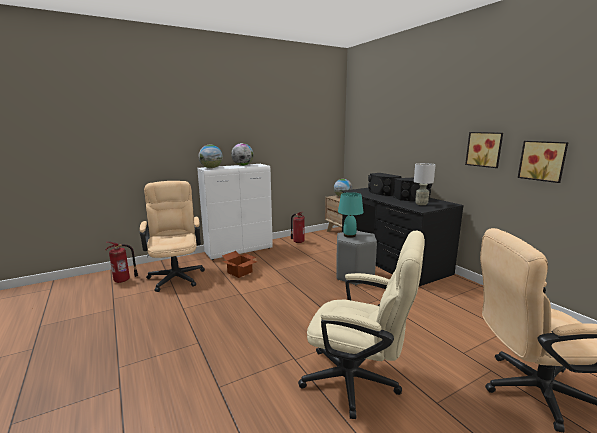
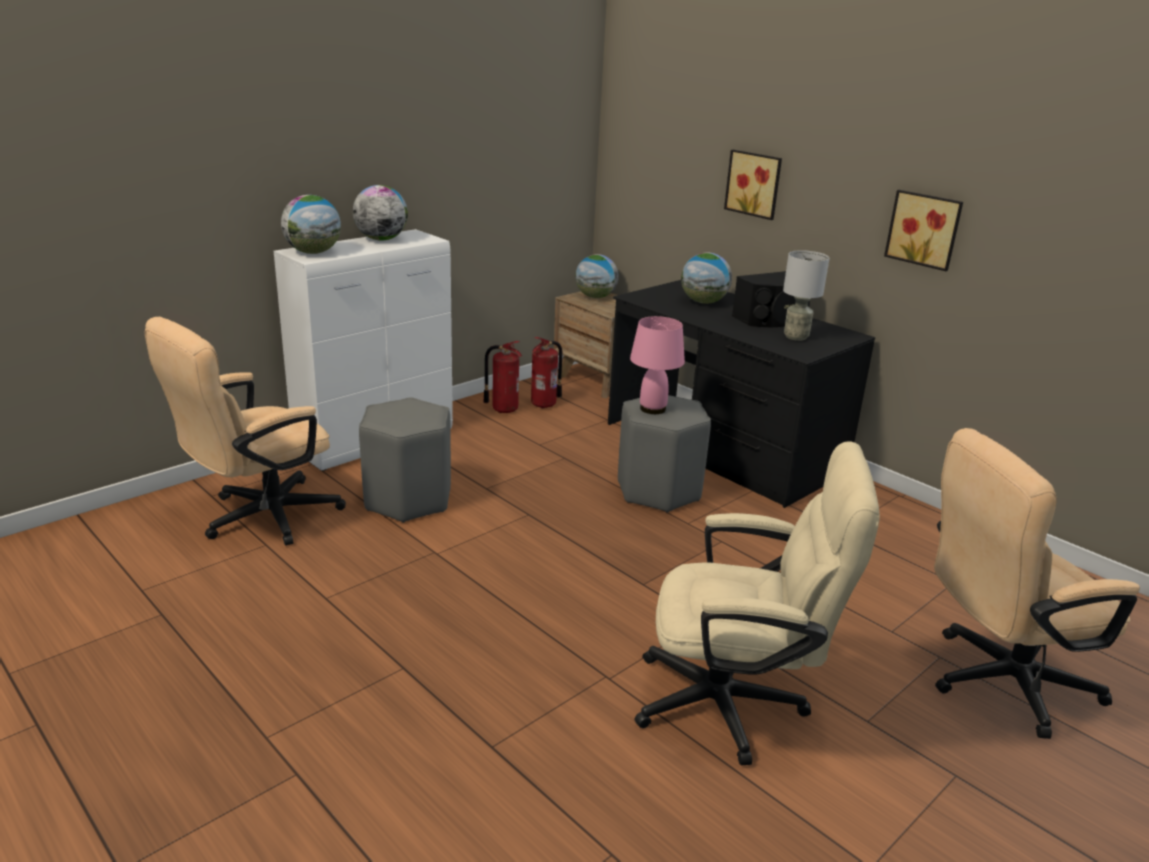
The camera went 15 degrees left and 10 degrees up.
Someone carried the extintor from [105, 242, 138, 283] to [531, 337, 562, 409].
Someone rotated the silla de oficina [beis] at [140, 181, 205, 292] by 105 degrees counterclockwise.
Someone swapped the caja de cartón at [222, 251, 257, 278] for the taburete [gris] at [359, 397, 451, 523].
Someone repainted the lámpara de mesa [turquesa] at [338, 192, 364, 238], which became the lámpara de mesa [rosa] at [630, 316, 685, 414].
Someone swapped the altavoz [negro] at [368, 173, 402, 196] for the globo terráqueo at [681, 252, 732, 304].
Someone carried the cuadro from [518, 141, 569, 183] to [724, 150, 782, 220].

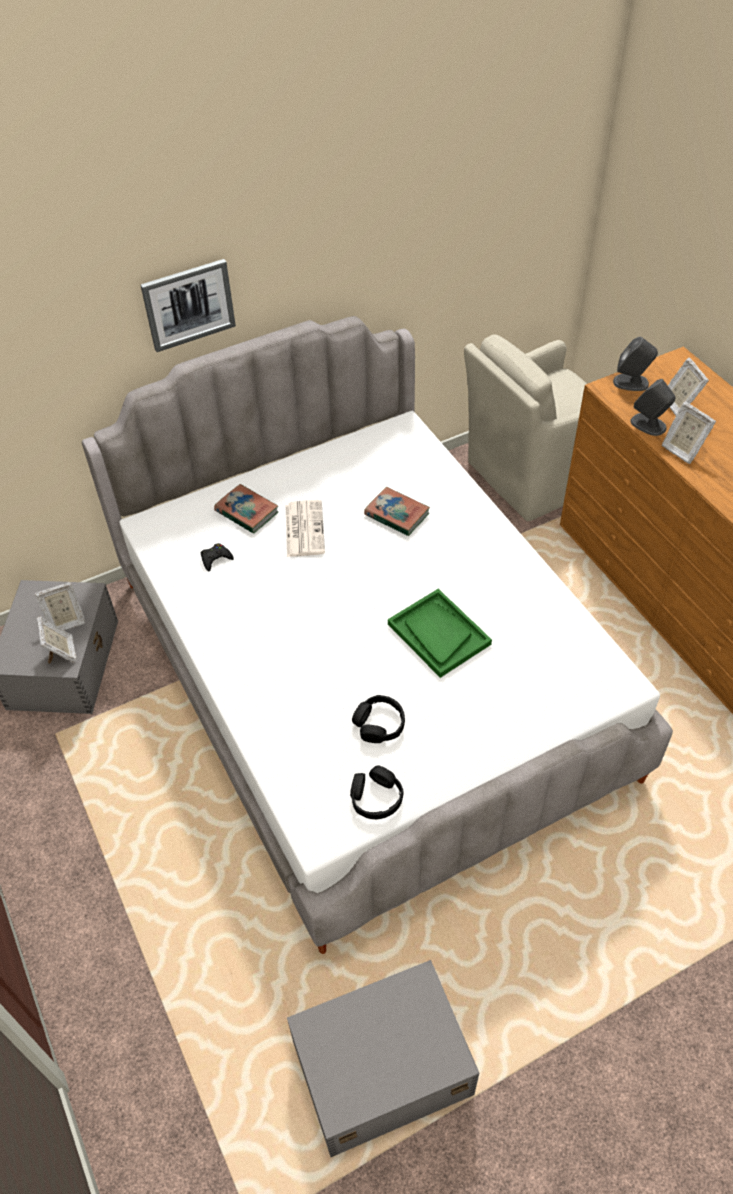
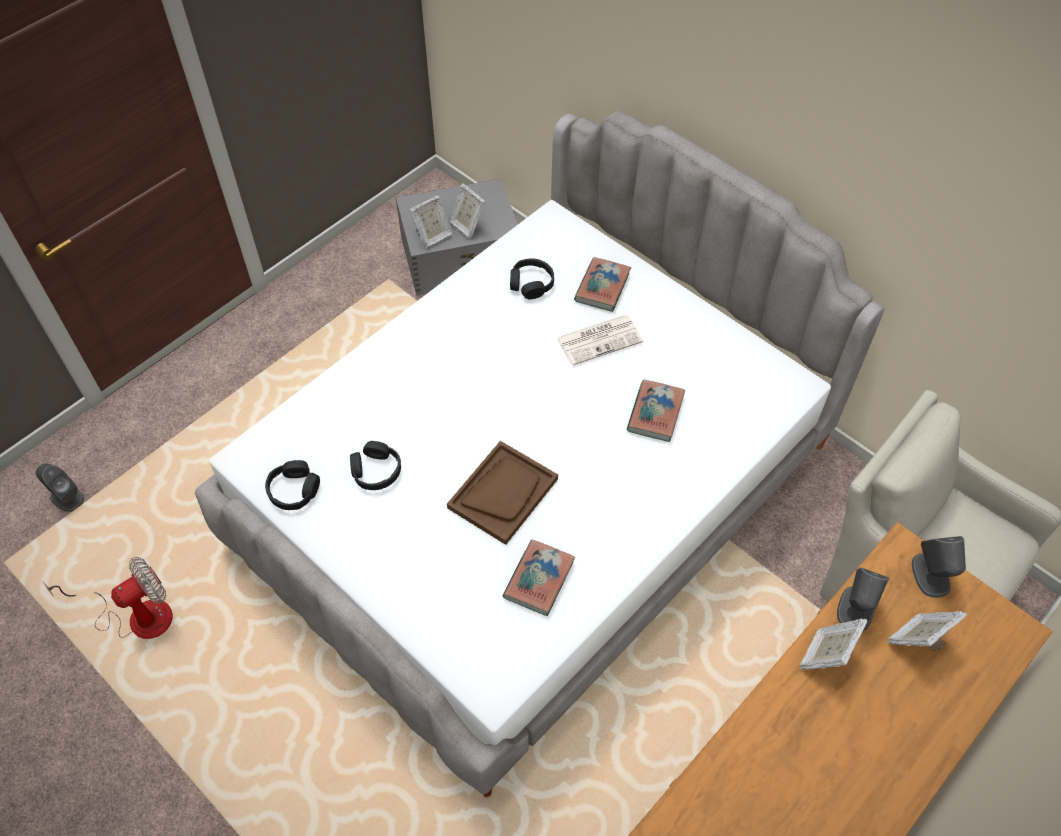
The camera went 70 degrees right and 5 degrees up.
Someone took away the cuadro at [141, 259, 236, 352].
Someone swapped the mando de consola [negro] at [201, 543, 234, 572] for the auriculares [negro] at [510, 258, 554, 300].
Someone swapped the caja de almacenaje [gris] at [287, 960, 479, 1157] for the ventilador at [42, 557, 173, 639].
Someone repainted the bandeja [verde] at [388, 589, 492, 678], which became the bandeja [marrón] at [447, 441, 558, 545].
Someone put down the altavoz [gris] at [36, 463, 84, 512].
Someone put down the libro at [502, 540, 575, 616].

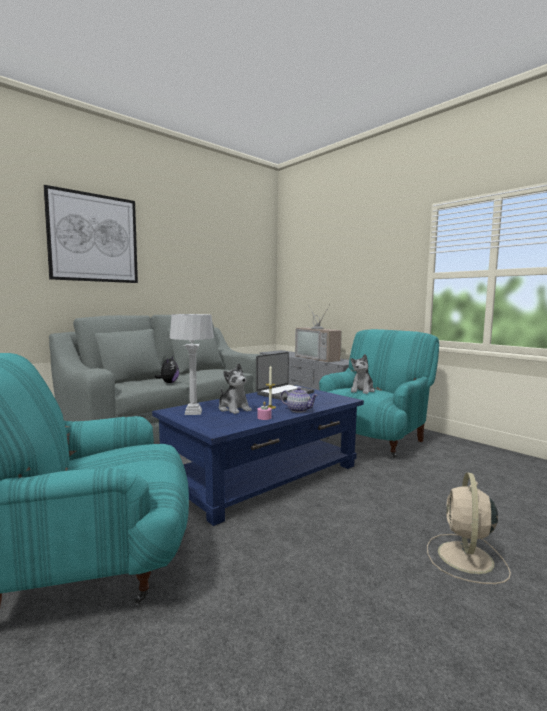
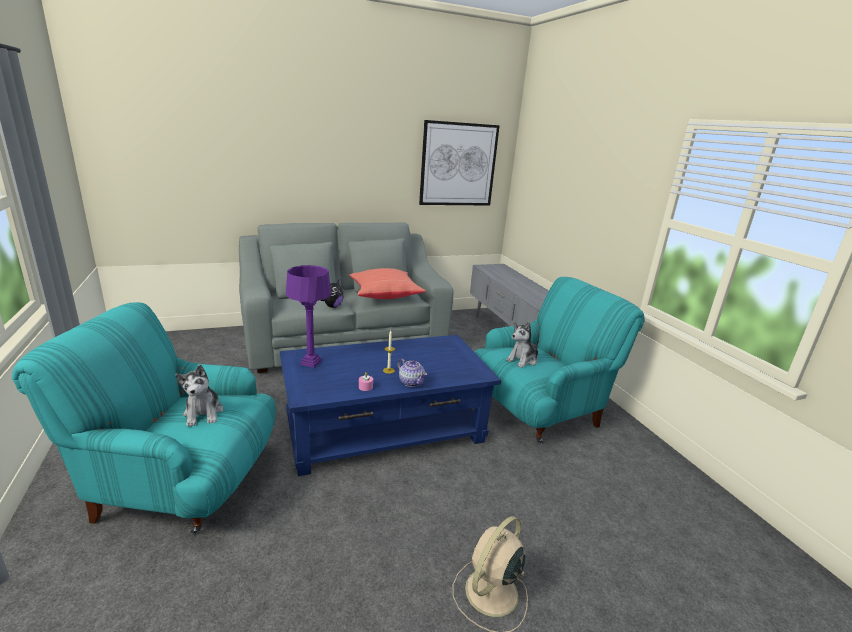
The camera went 20 degrees right and 15 degrees up.
Someone carried the cuadro from [43, 185, 138, 283] to [419, 120, 500, 206].
Someone repainted the lámpara de mesa [gris] at [170, 314, 214, 415], which became the lámpara de mesa [morado] at [286, 265, 331, 368].
Someone carried the peluche from [219, 363, 252, 414] to [175, 365, 223, 427].
Someone took away the portátil at [256, 352, 315, 400].
Someone took away the televisor at [295, 306, 341, 362].
Someone put down the cojín [rojo] at [350, 268, 426, 299].

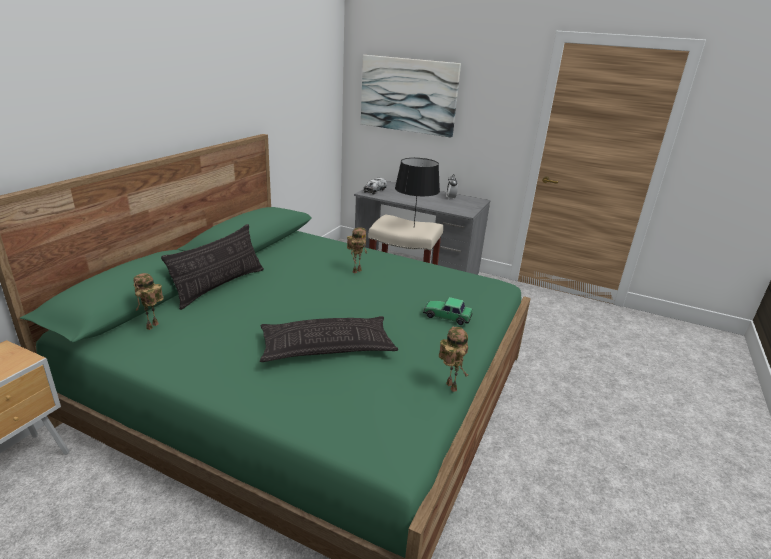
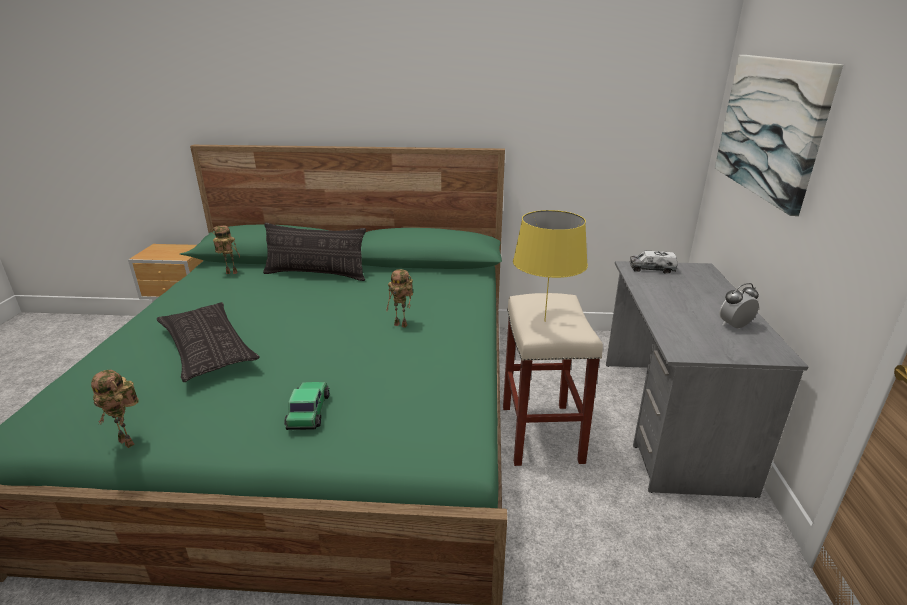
The camera went 70 degrees right and 0 degrees up.
Someone repainted the lámpara de mesa [negro] at [395, 158, 440, 225], which became the lámpara de mesa [amarillo] at [513, 210, 588, 322].
Someone rotated the robot de juguete at [439, 327, 468, 392] by 75 degrees clockwise.

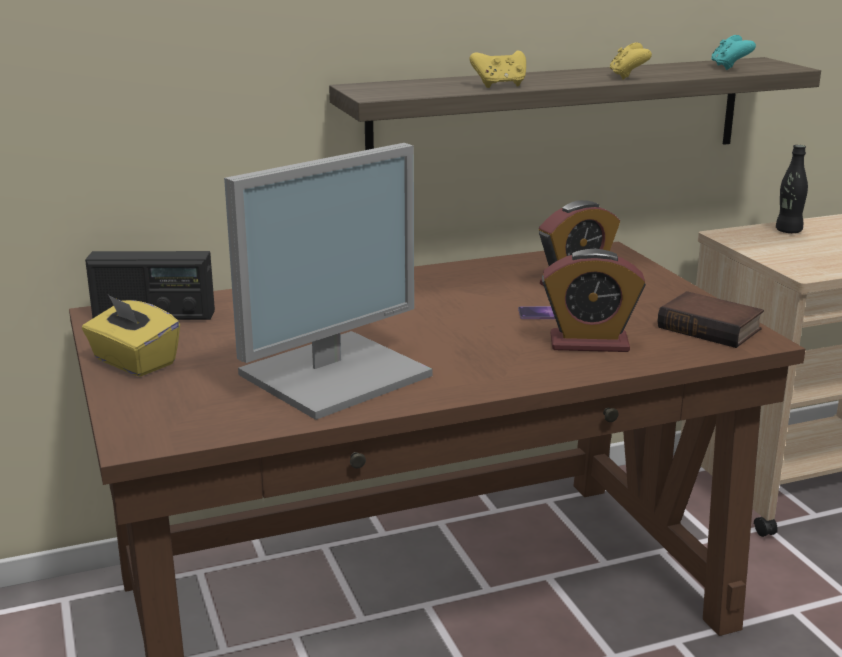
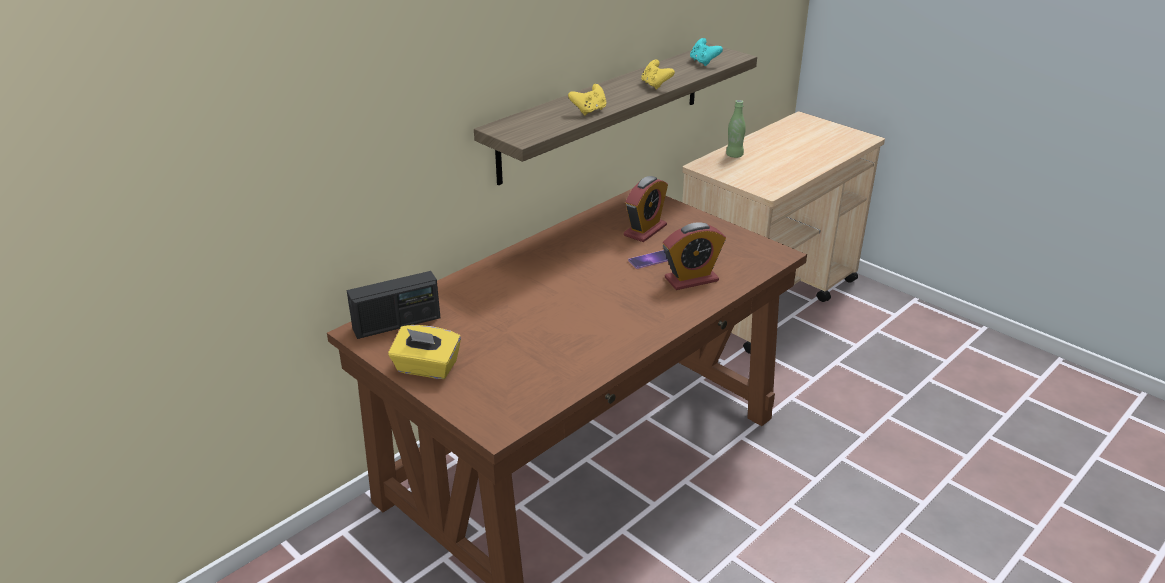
The camera went 25 degrees left and 10 degrees up.
Someone took away the monitor at [224, 143, 432, 420].
Someone took away the libro at [658, 291, 764, 348].
Someone repainted the botella [negro] at [776, 145, 808, 233], which became the botella [verde] at [726, 100, 746, 158].

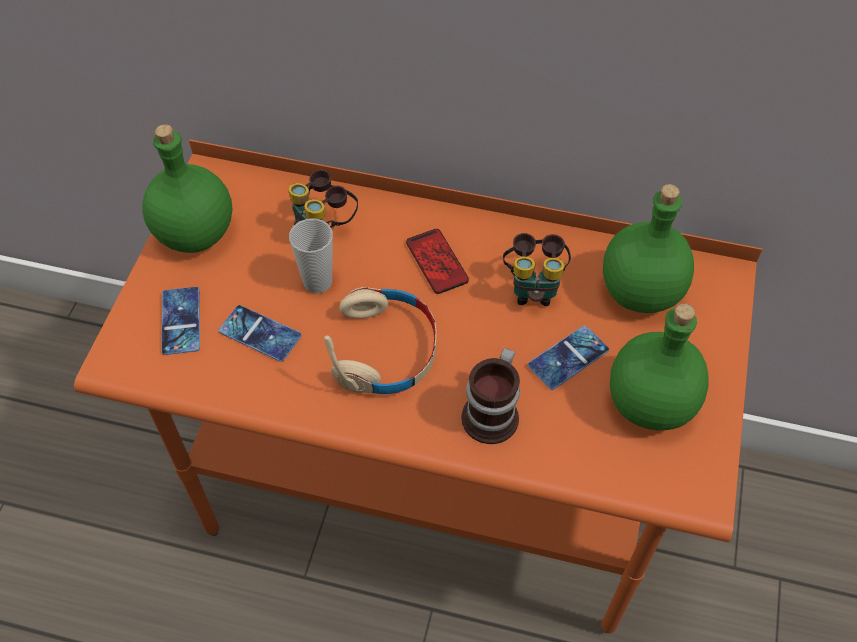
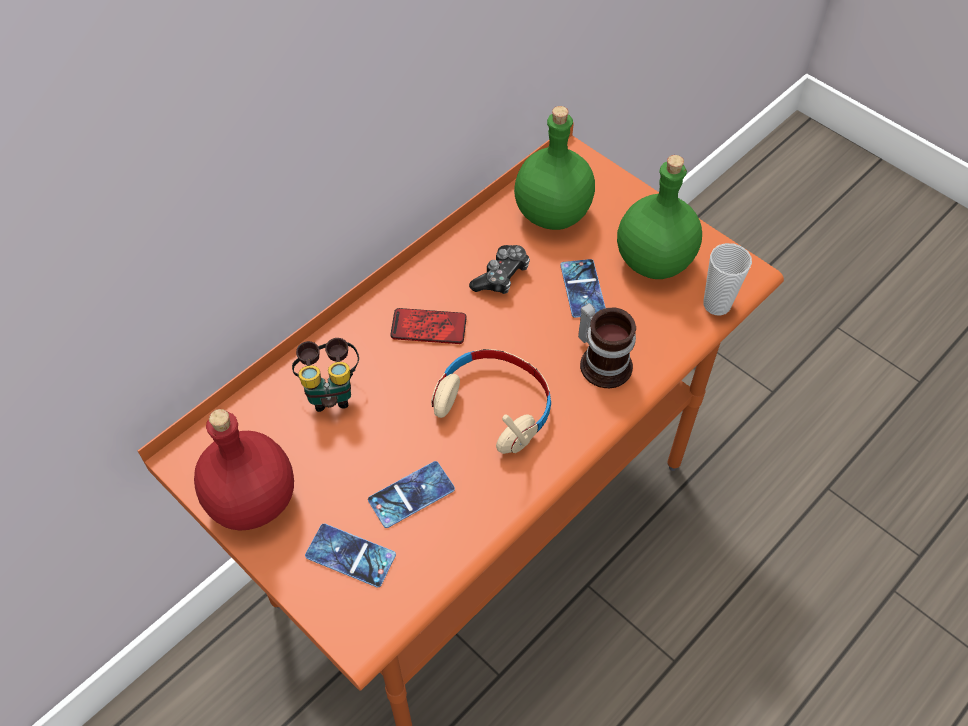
The camera went 60 degrees left and 0 degrees up.
Someone repainted the botella [verde] at [142, 124, 233, 253], which became the botella [rojo] at [194, 409, 294, 530].
Someone carried the taza from [289, 218, 332, 293] to [703, 243, 752, 316].
Someone swapped the prismáticos at [503, 233, 571, 306] for the mando de consola at [469, 245, 530, 294].

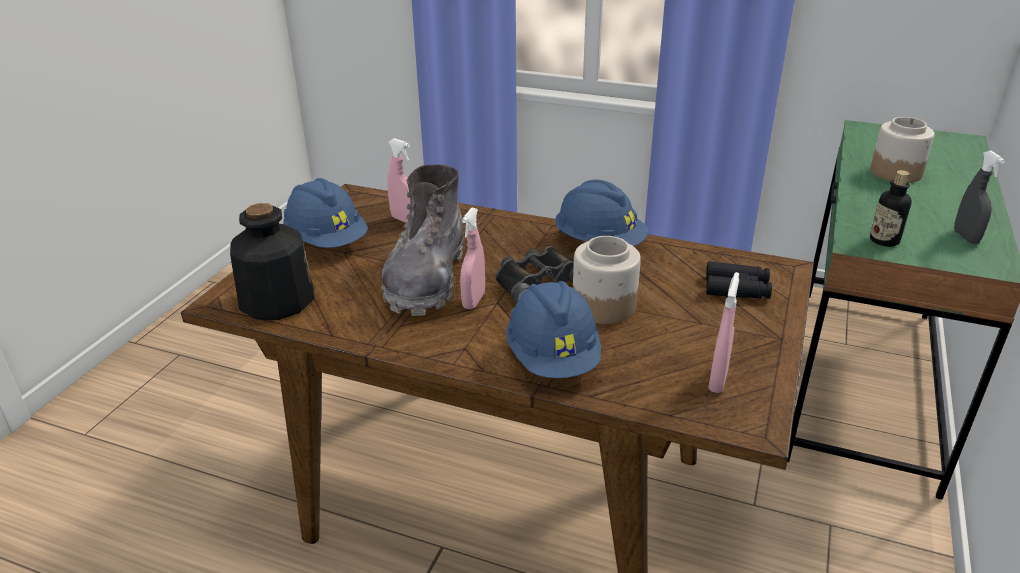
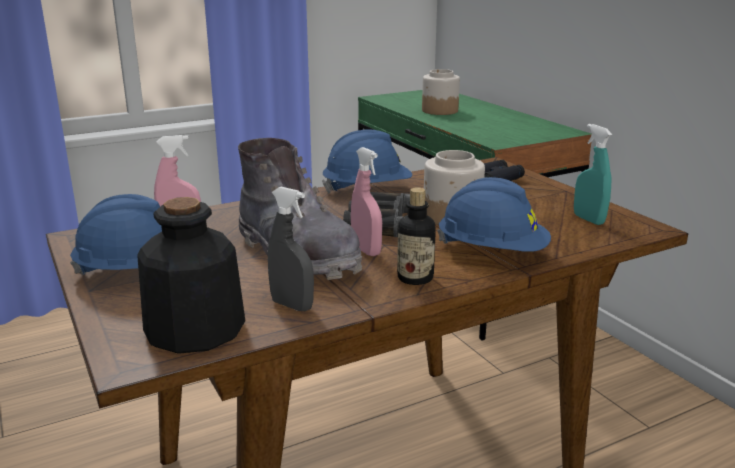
The camera went 50 degrees left and 10 degrees down.
Someone repainted the pulverizador [rosa] at [708, 272, 739, 393], which became the pulverizador [turquesa] at [574, 124, 612, 225].
Someone carried the botella from [870, 170, 912, 247] to [397, 187, 436, 285].
Someone carried the pulverizador [gris] from [954, 151, 1005, 244] to [268, 187, 314, 311].

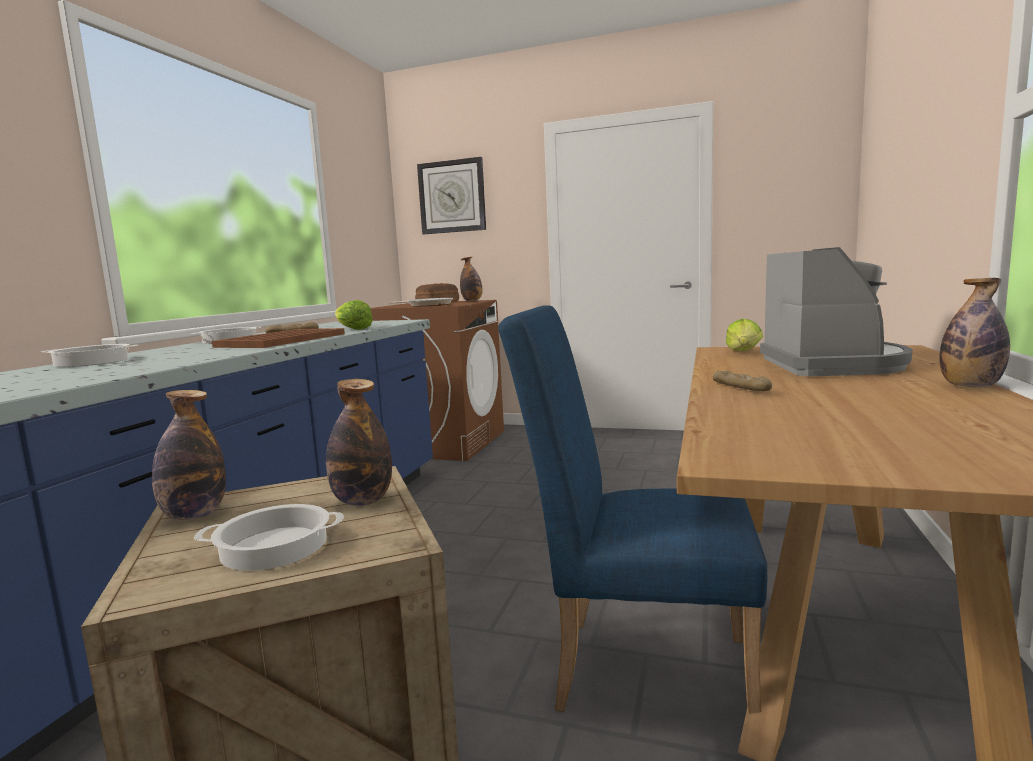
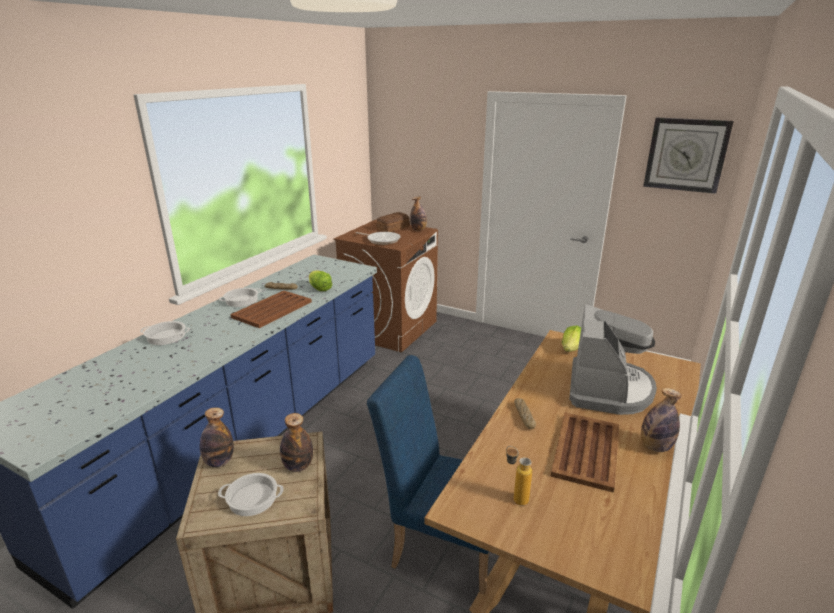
The camera went 10 degrees right and 15 degrees up.
Someone carried the reloj de pared from [417, 157, 486, 234] to [643, 117, 734, 194].
Someone put down the botella at [506, 446, 532, 505].
Someone put down the bandeja [marrón] at [551, 413, 619, 493].

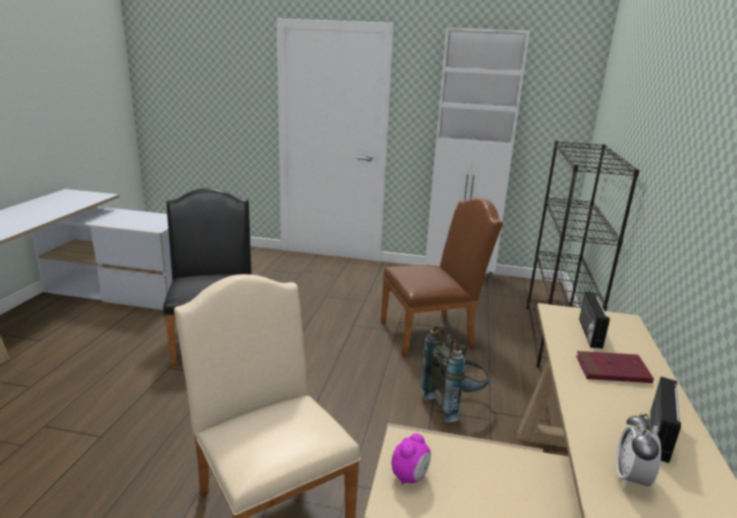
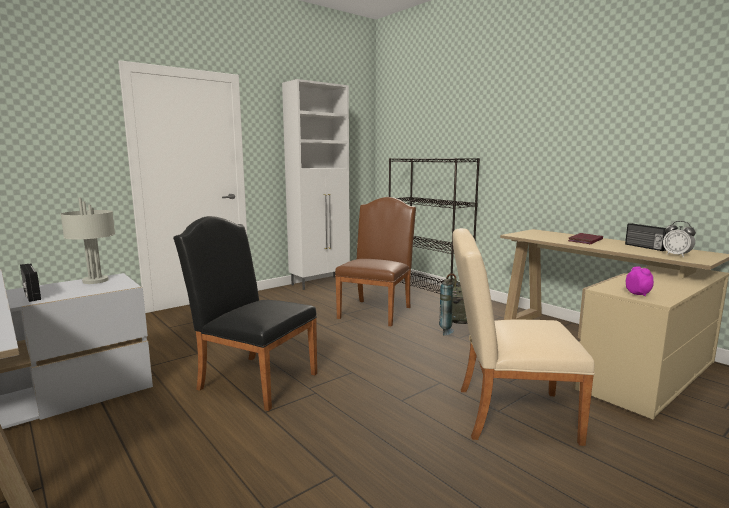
The camera went 50 degrees left and 10 degrees down.
Someone carried the radio from [579, 291, 610, 349] to [20, 263, 41, 302].
Someone put down the lámpara de mesa [gris] at [60, 198, 115, 284].

